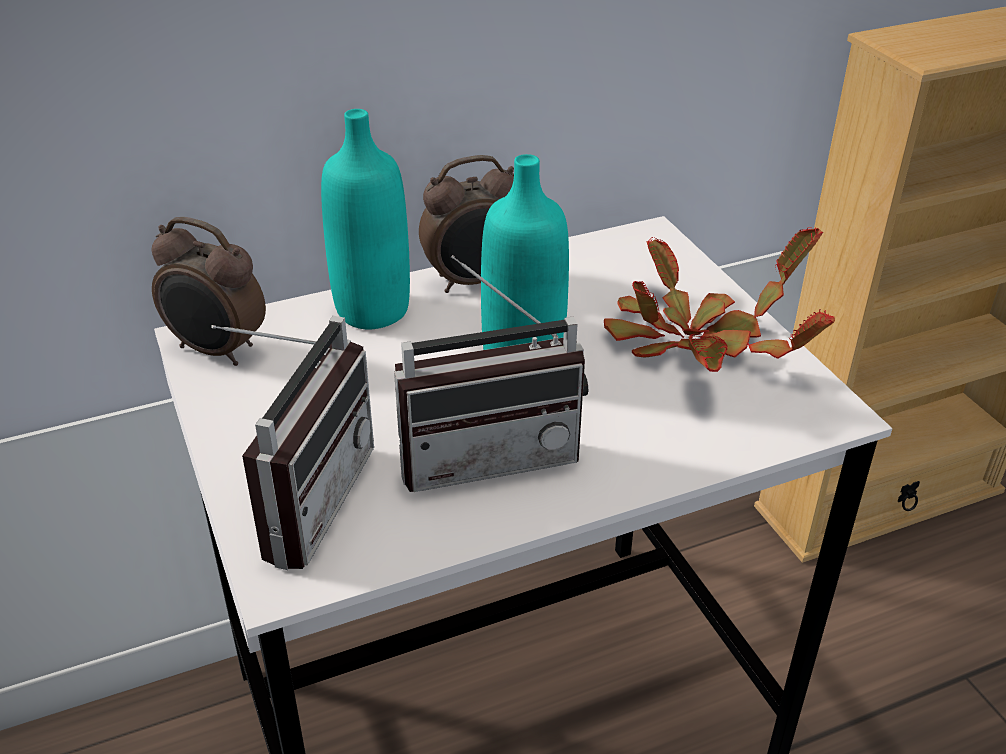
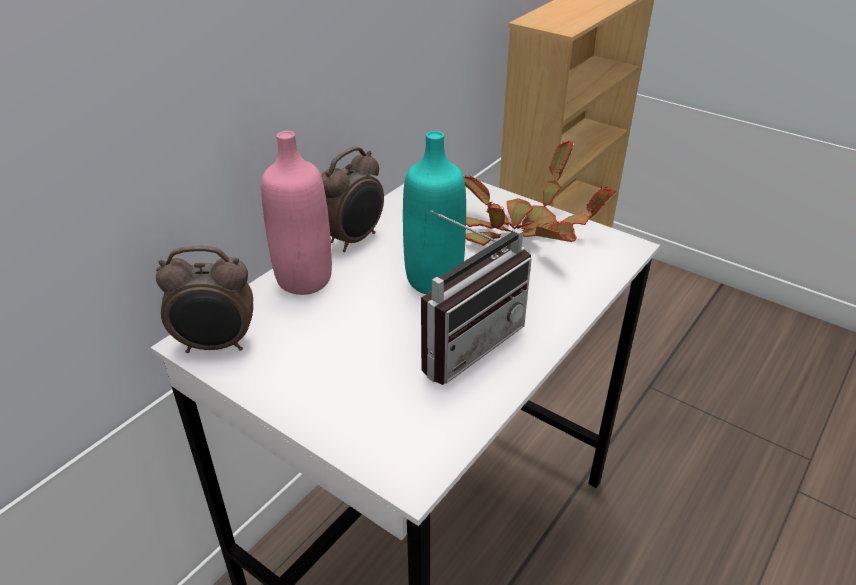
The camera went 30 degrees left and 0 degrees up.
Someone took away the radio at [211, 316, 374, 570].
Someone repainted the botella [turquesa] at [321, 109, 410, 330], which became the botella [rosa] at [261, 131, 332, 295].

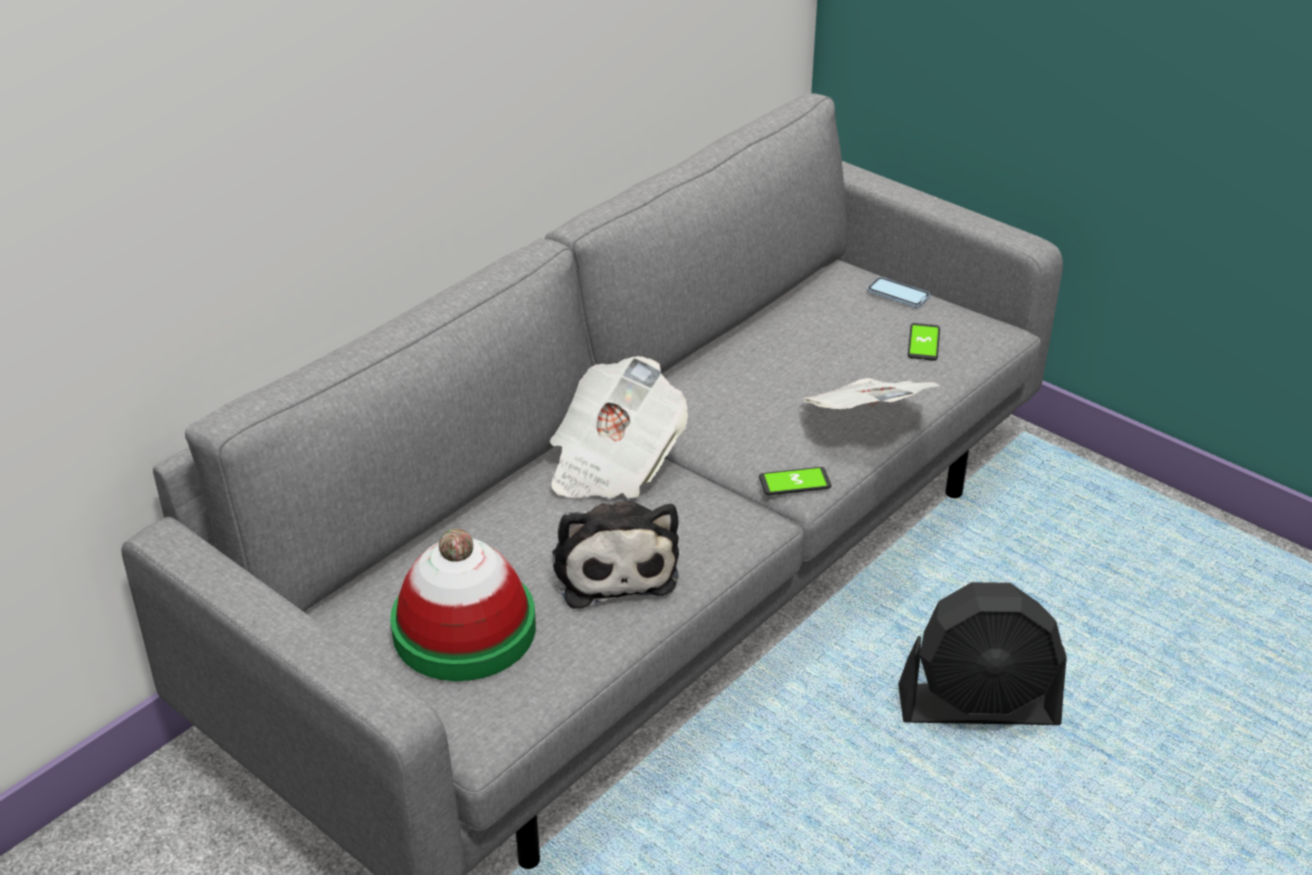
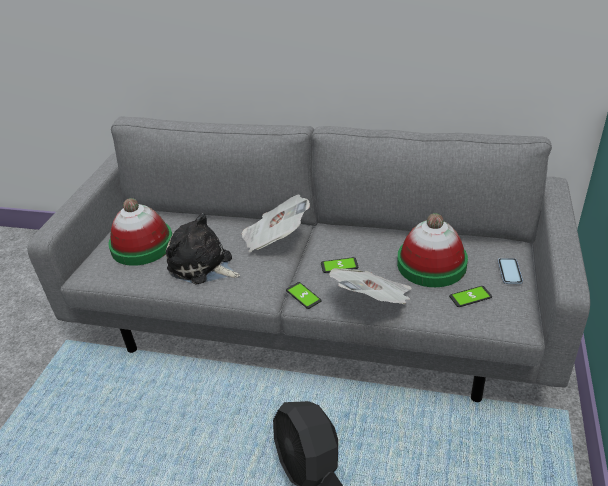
The camera went 65 degrees right and 0 degrees up.
Someone rotated the peluche at [552, 501, 679, 609] by 75 degrees clockwise.
Someone put down the móvil at [321, 257, 358, 273].
Someone put down the sombrero at [397, 213, 468, 287].

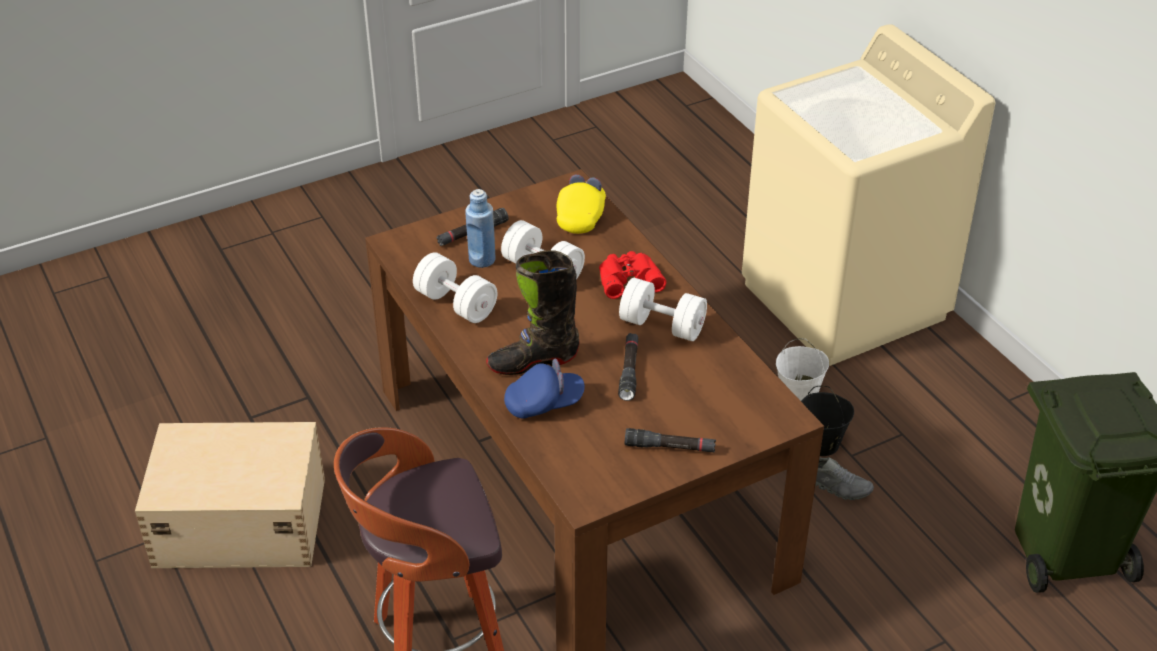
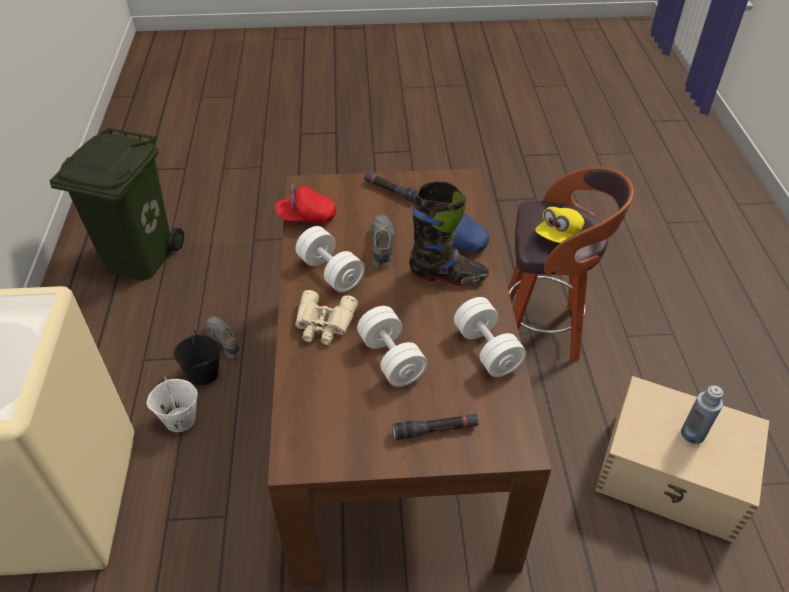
The camera went 155 degrees left and 5 degrees up.
Someone carried the botella [azul] from [465, 189, 496, 268] to [681, 385, 724, 444].
Someone carried the gorra [amarillo] from [557, 174, 606, 234] to [535, 207, 584, 243].
Someone repainted the prismáticos [rojo] at [599, 251, 666, 299], which became the prismáticos [beis] at [295, 290, 358, 345].
Someone swapped the linterna [negro] at [618, 333, 638, 401] for the zapato [gris] at [370, 215, 395, 268].
Someone put down the gorra [rojo] at [275, 184, 336, 223].

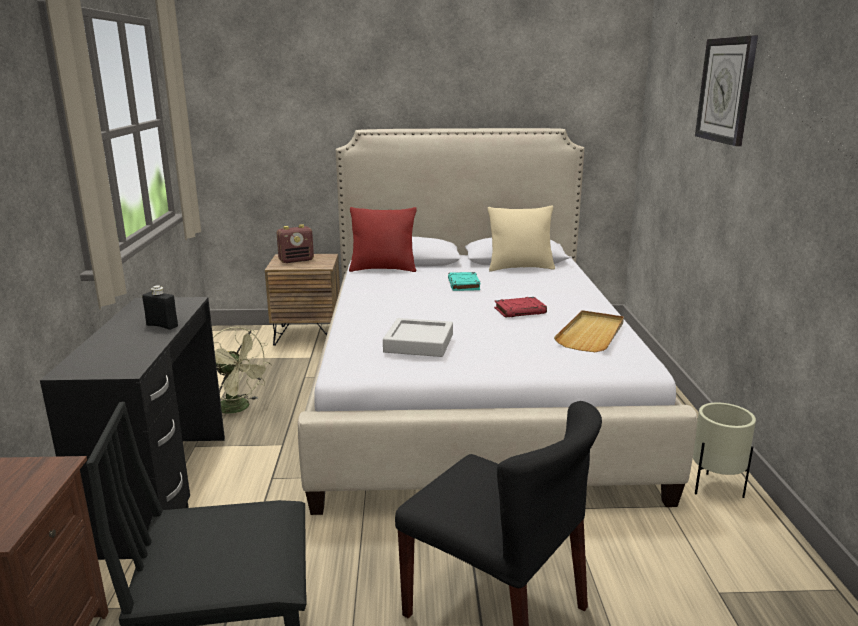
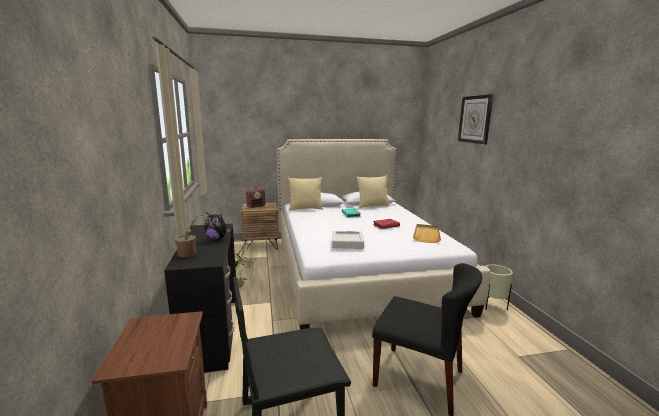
The camera went 10 degrees left and 5 degrees down.
Someone swapped the botella [negro] at [142, 285, 178, 330] for the peluche at [205, 213, 231, 240].
Someone repainted the cojín [rojo] at [349, 207, 417, 272], which became the cojín [beis] at [288, 177, 323, 211].
Someone put down the planta en maceta at [170, 214, 209, 257].

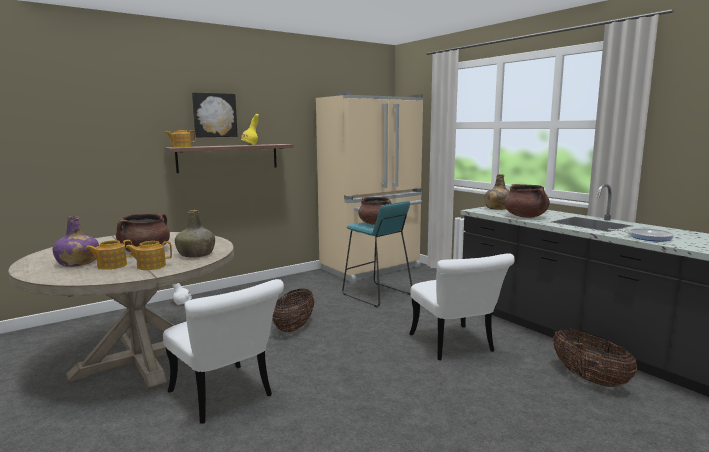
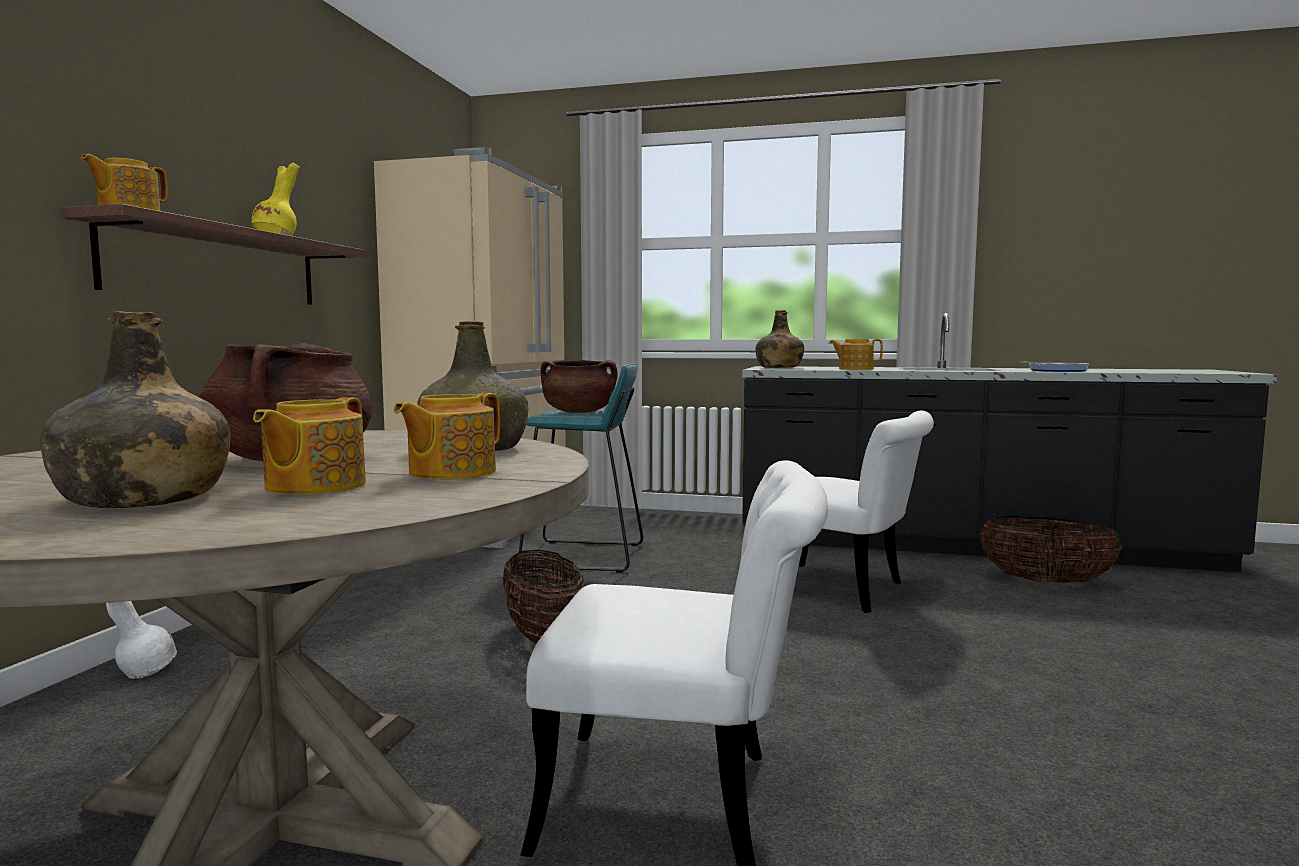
The camera went 40 degrees left and 5 degrees down.
Someone repainted the botella [morado] at [52, 216, 99, 267], which became the botella [verde] at [40, 311, 231, 508].
Someone took away the cuadro at [192, 92, 238, 137].
Someone swapped the olla [marrón] at [504, 184, 550, 218] for the tetera at [829, 339, 883, 370].

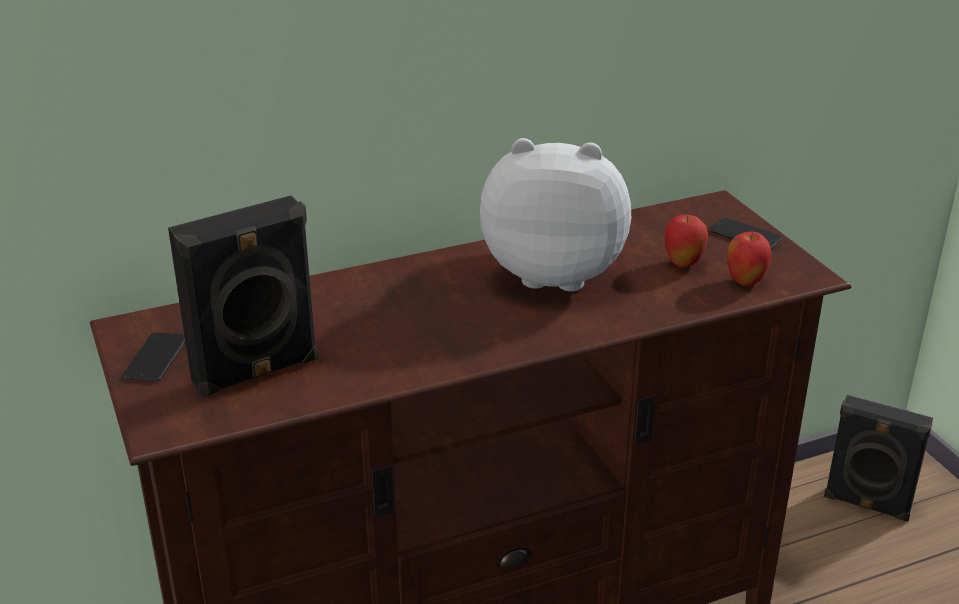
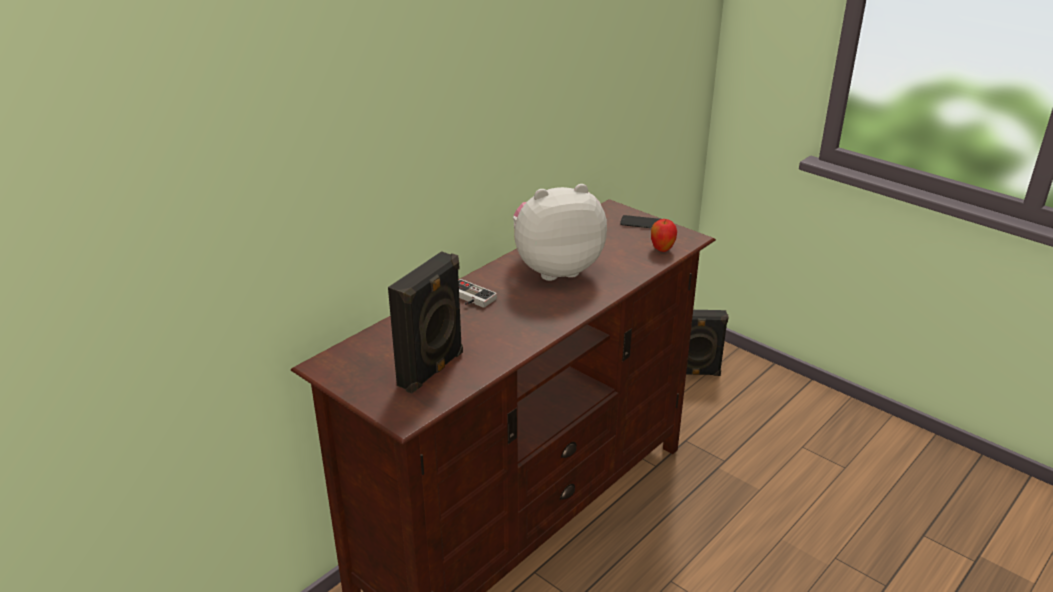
The camera went 25 degrees left and 0 degrees up.
Someone took away the móvil at [123, 332, 185, 381].
Someone took away the manzana at [665, 215, 708, 268].
Someone put down the mando de consola at [459, 279, 497, 308].

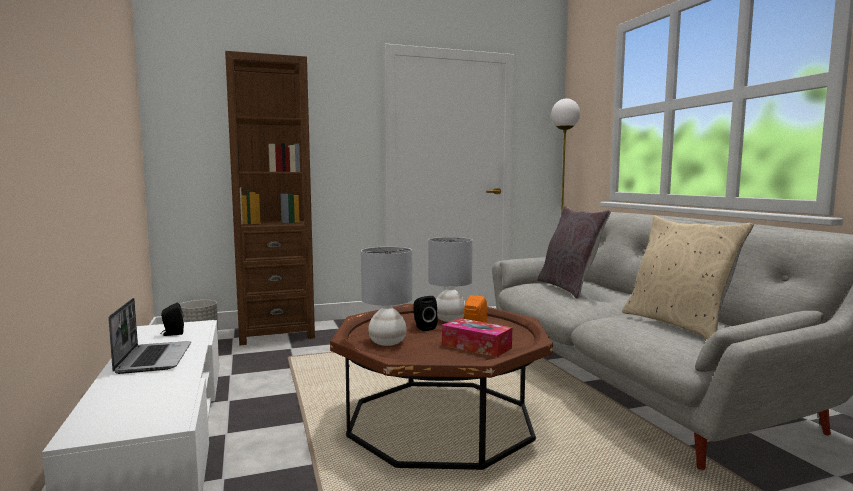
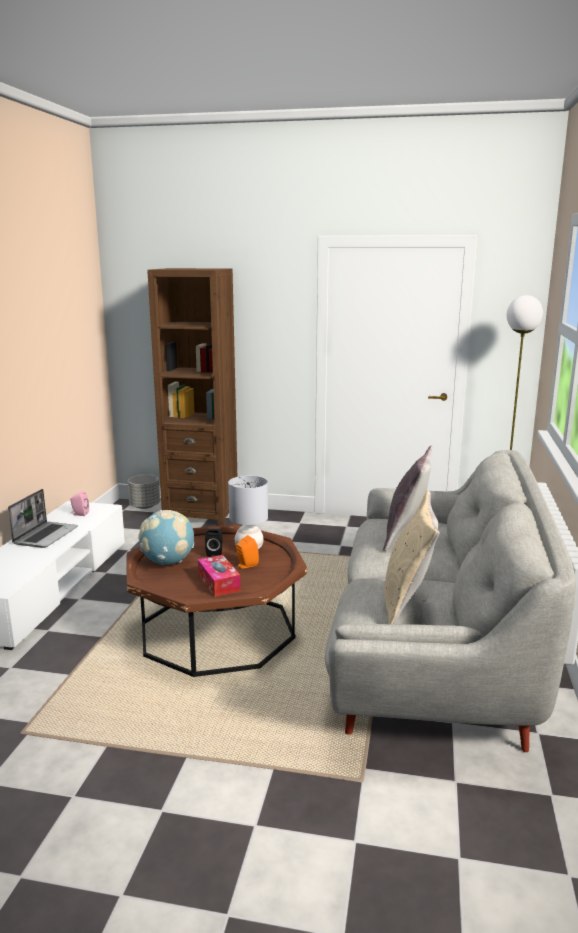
The camera went 30 degrees right and 10 degrees up.
Someone repainted the altavoz [negro] at [160, 302, 184, 336], which became the altavoz [rosa] at [70, 491, 89, 516].
Someone swapped the lámpara de mesa [gris] at [361, 247, 413, 346] for the globo terráqueo at [138, 510, 194, 565].

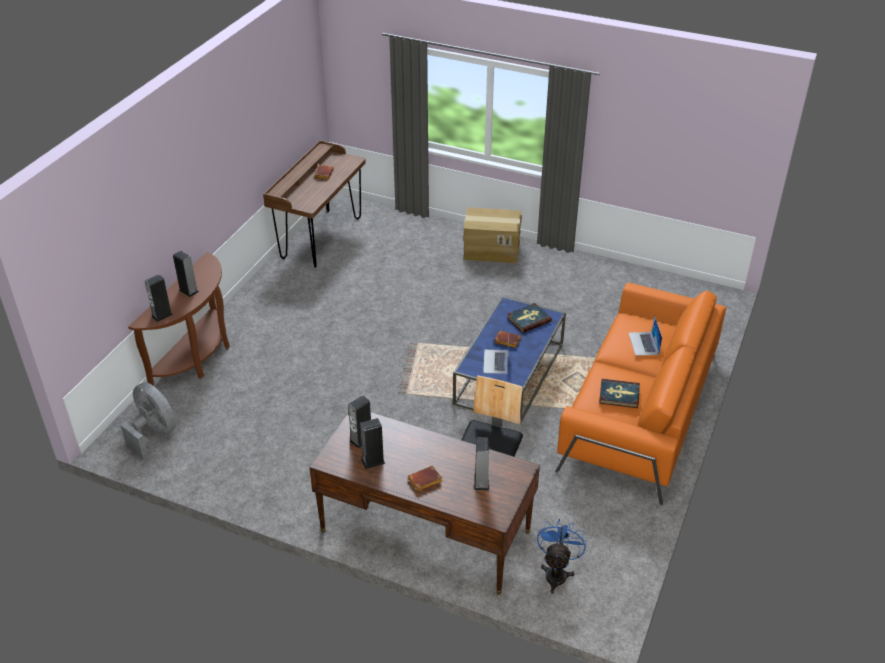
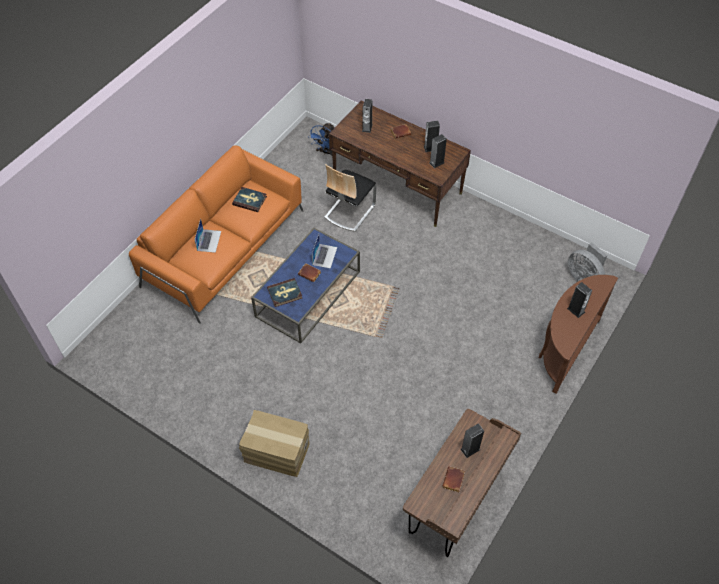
The camera went 170 degrees left and 15 degrees up.
Someone carried the altavoz from [145, 274, 173, 322] to [460, 423, 484, 458].

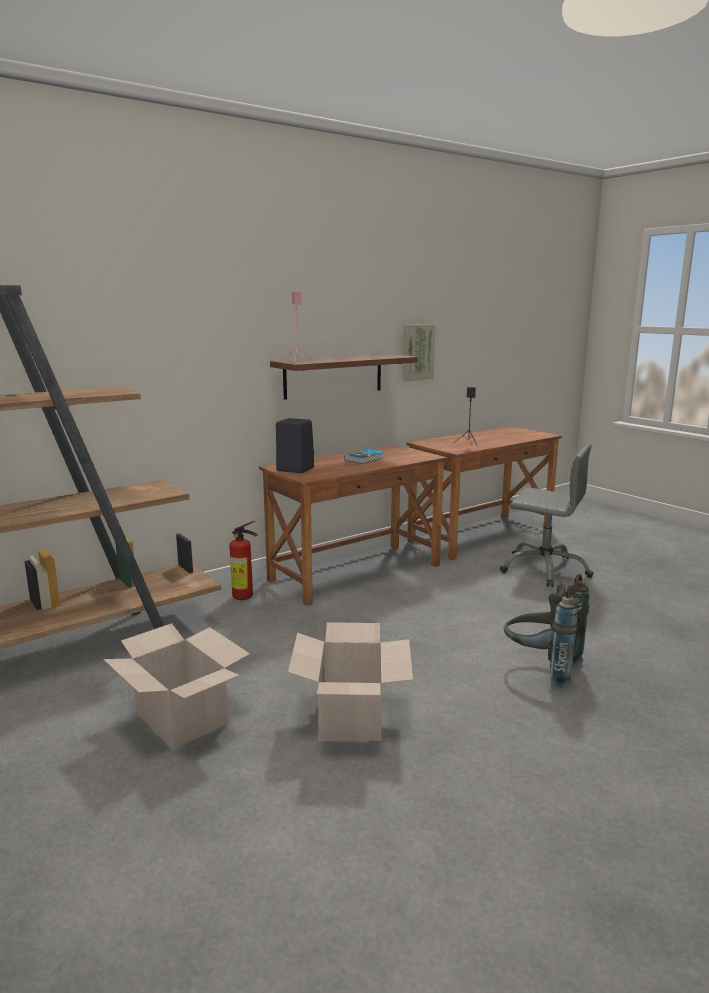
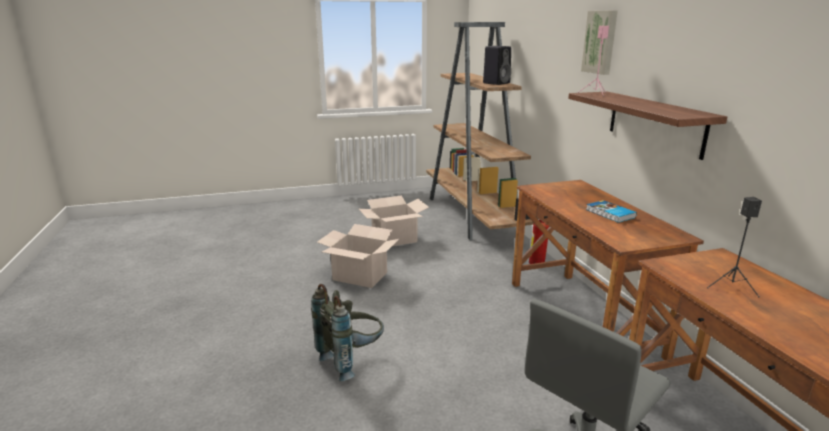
The camera went 110 degrees right and 5 degrees up.
Someone carried the altavoz [negro] from [276, 418, 314, 473] to [483, 46, 511, 85].
Someone carried the cuadro from [403, 324, 435, 381] to [581, 10, 618, 75].

